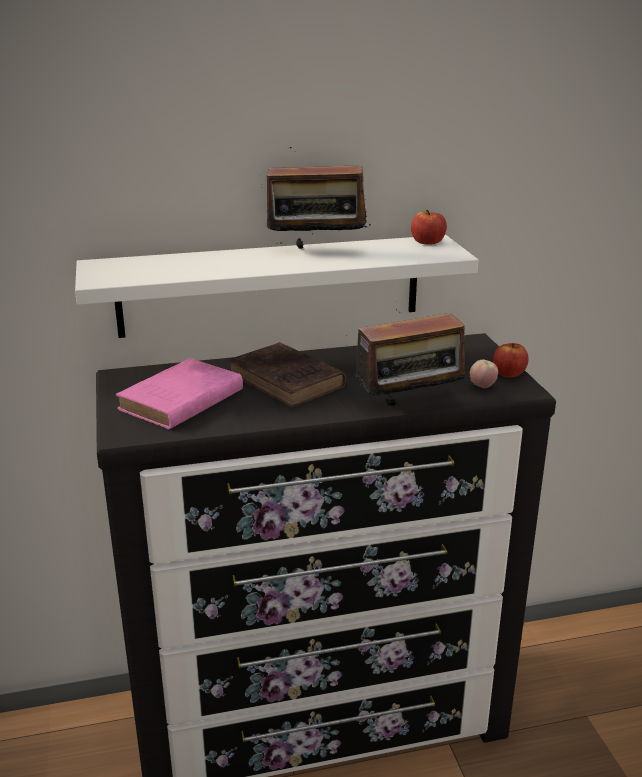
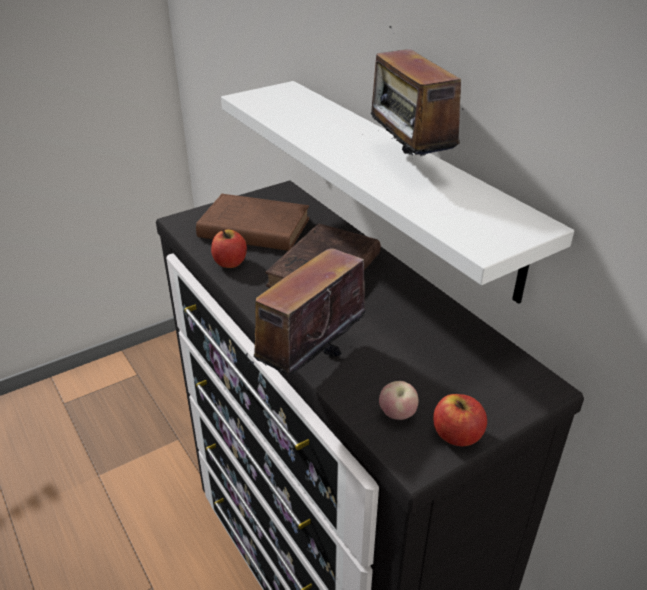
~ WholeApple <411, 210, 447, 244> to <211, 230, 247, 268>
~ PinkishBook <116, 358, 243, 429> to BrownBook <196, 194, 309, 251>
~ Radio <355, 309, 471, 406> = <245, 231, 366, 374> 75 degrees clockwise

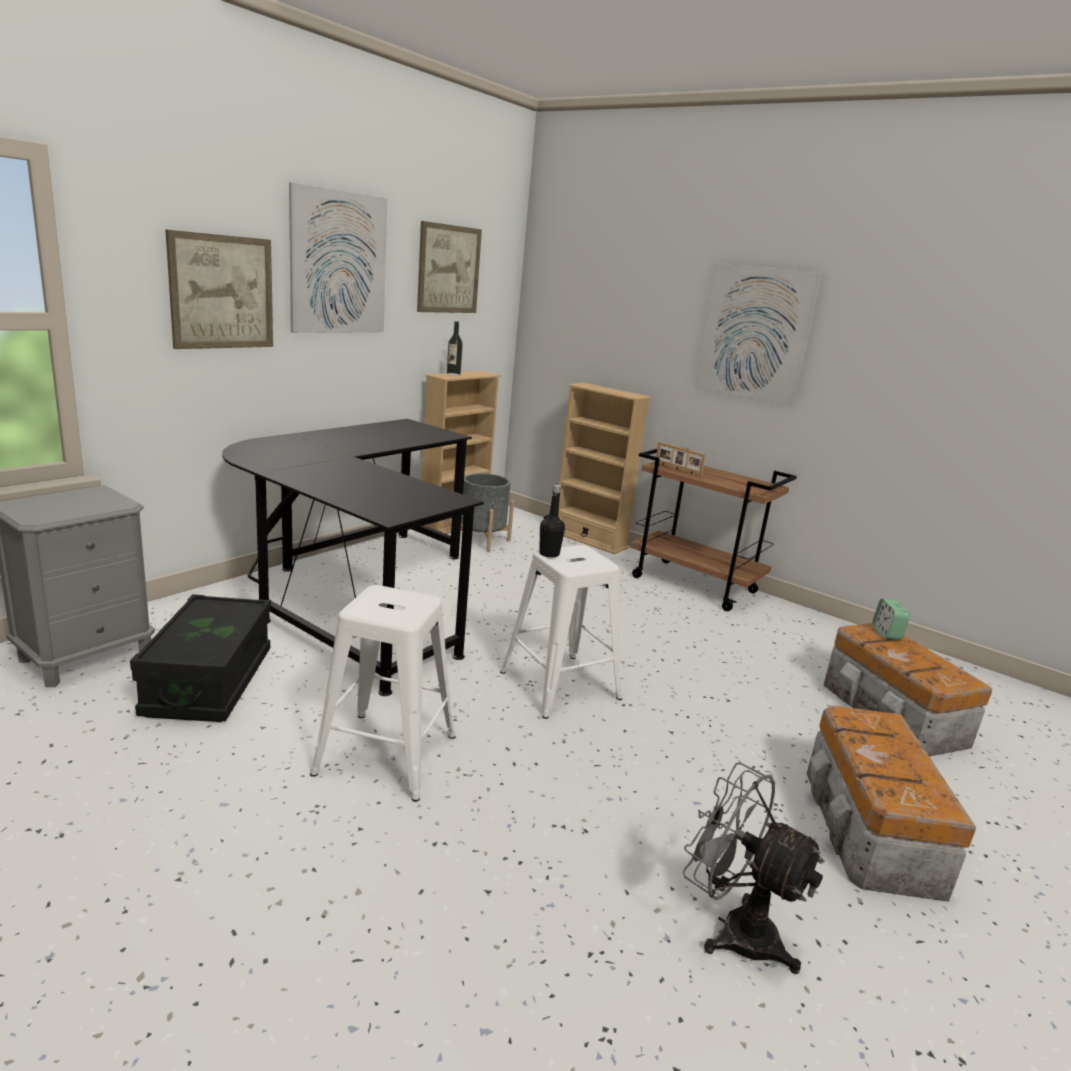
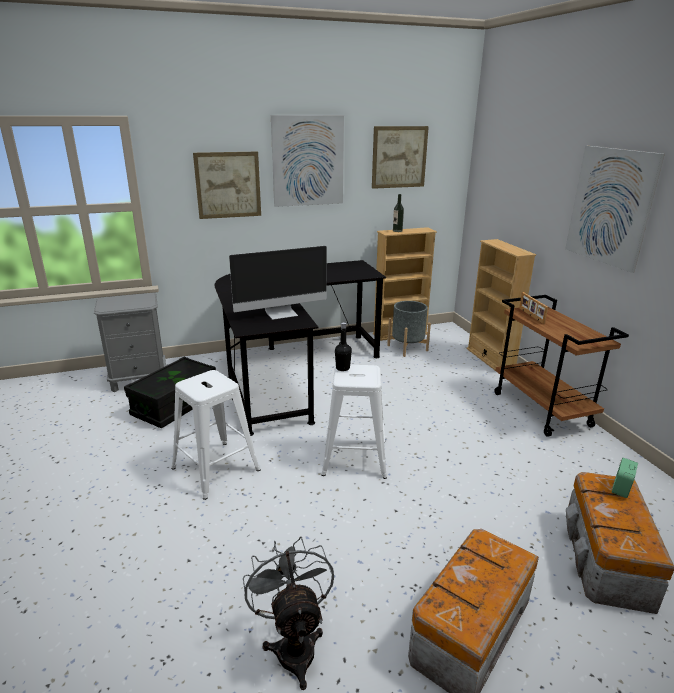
+ Monitor <229, 246, 327, 320>

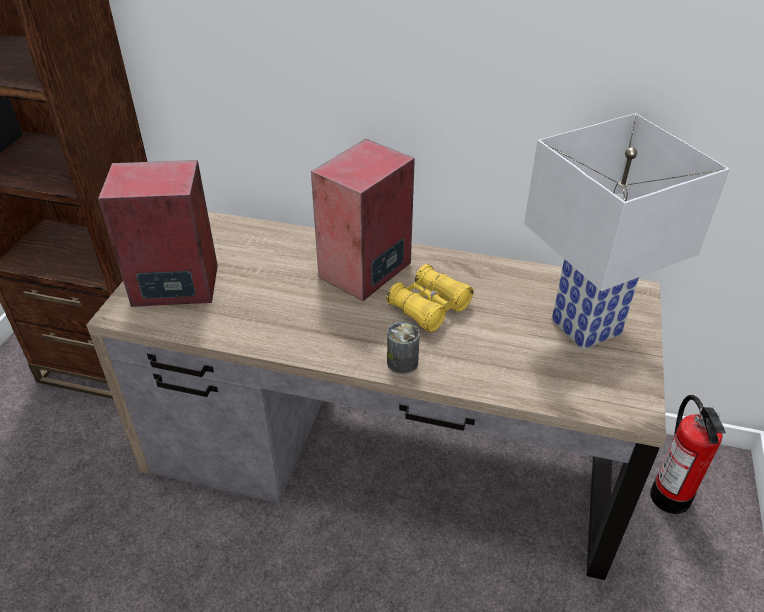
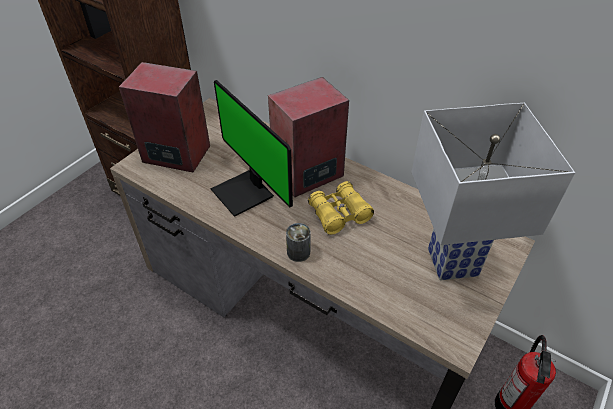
+ Monitor <211, 80, 293, 217>

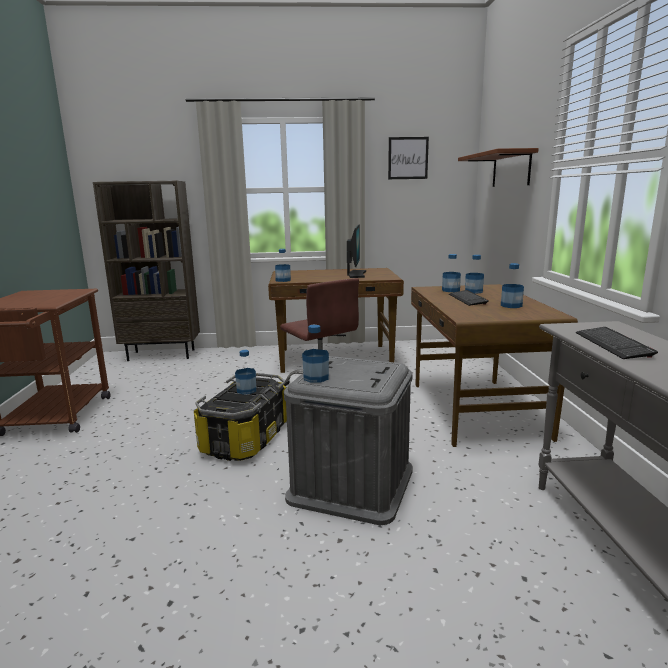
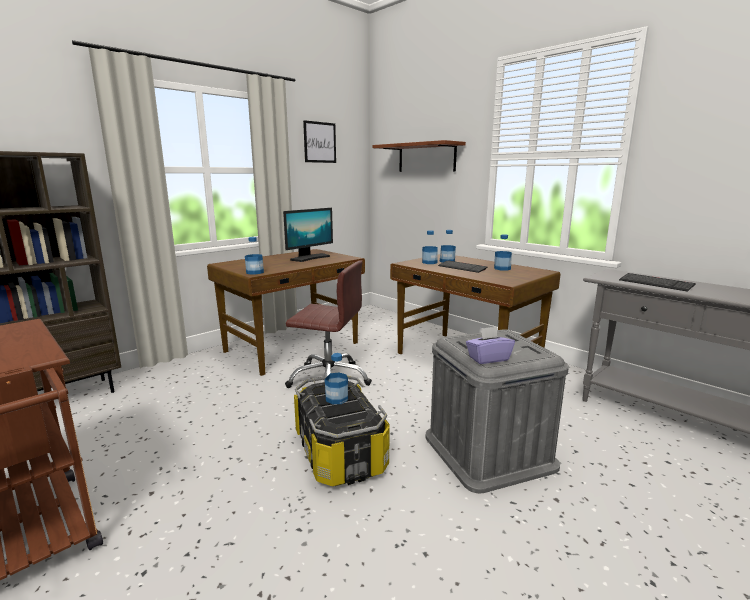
~ DrinkBottle <302, 325, 329, 383> to PurpleTissueHolder <466, 326, 515, 364>
~ Monitor <347, 224, 366, 278> = <283, 208, 333, 262> 75 degrees clockwise

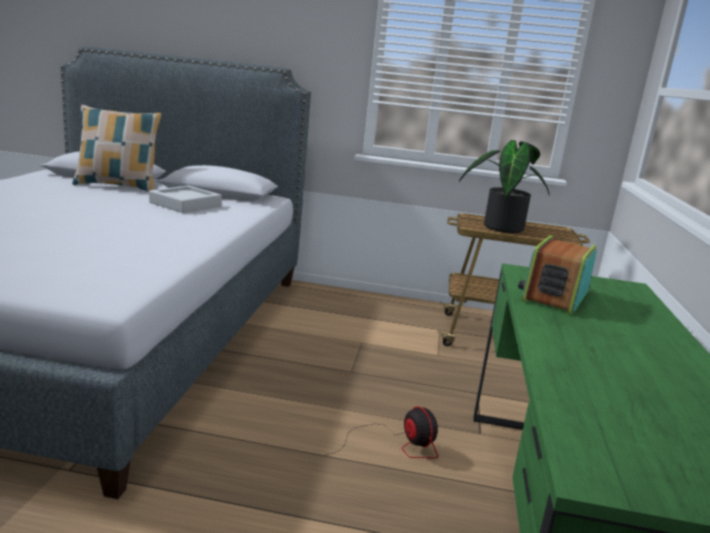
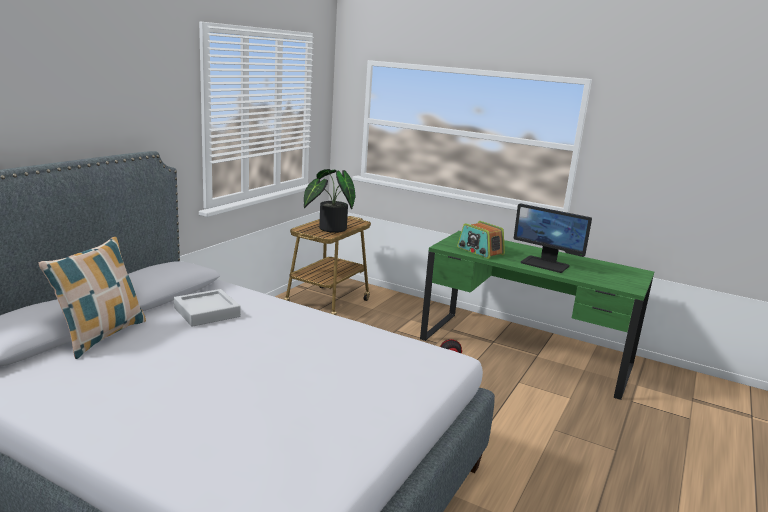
+ Monitor <514, 203, 592, 273>

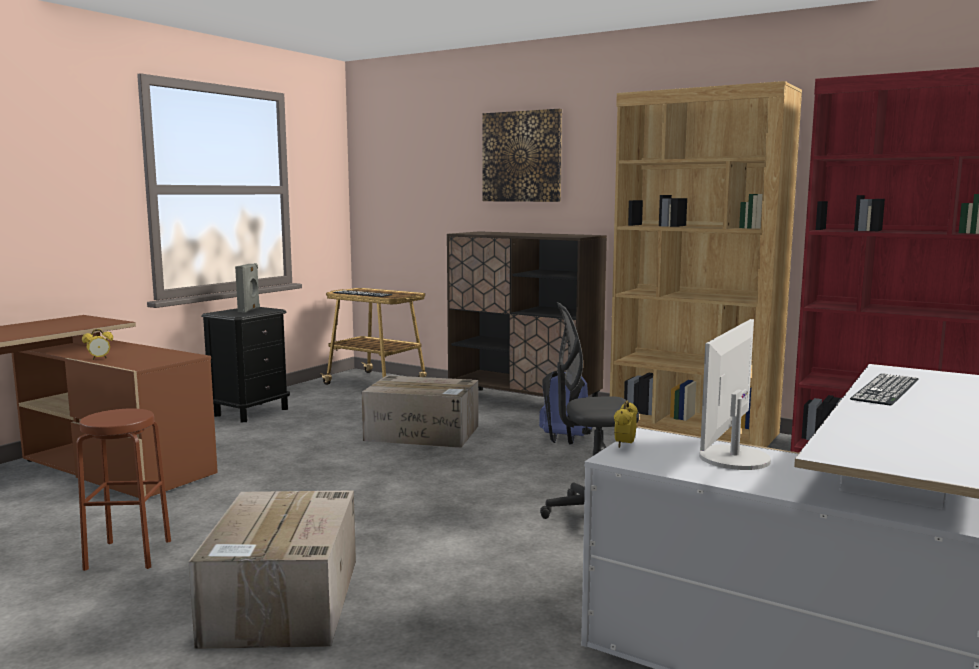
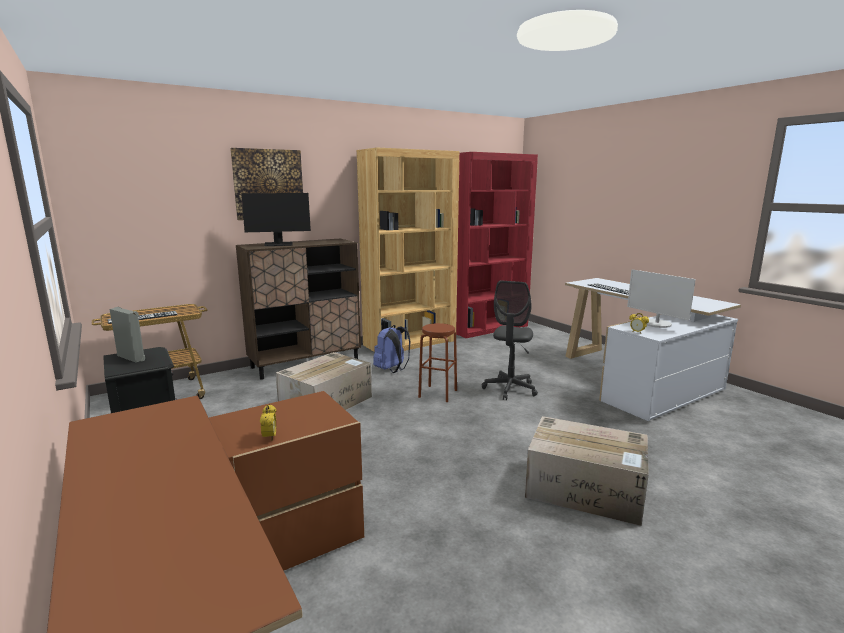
+ Monitor <241, 193, 311, 246>
~ BrownSittingStool <76, 408, 171, 571> to <418, 323, 457, 402>

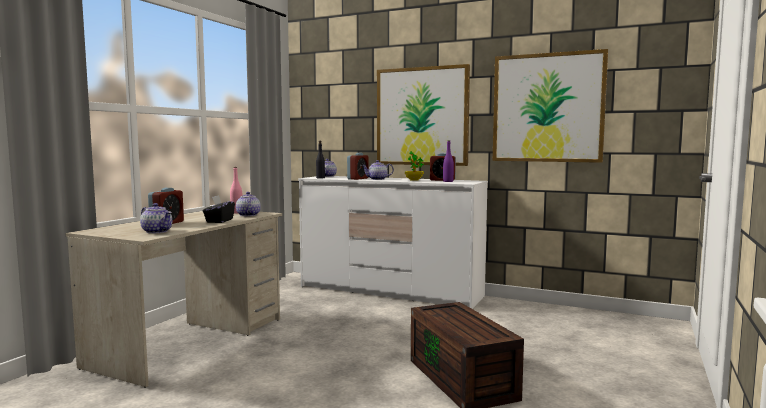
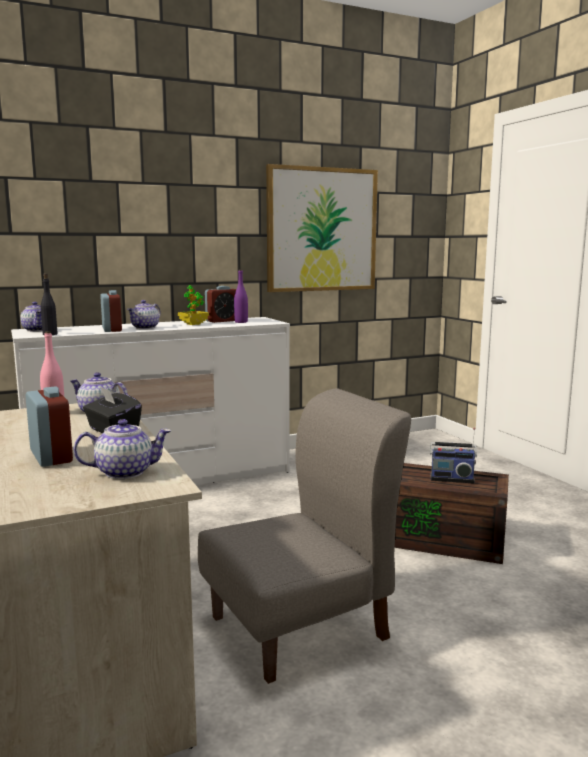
- WallPicture <377, 64, 470, 166>
+ GreyishChair <198, 388, 411, 684>
+ Radio <430, 428, 477, 484>

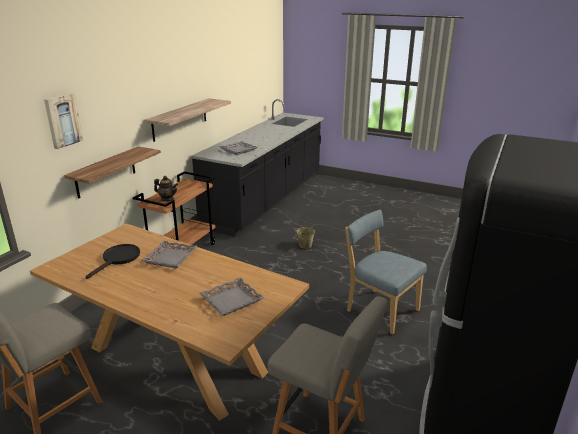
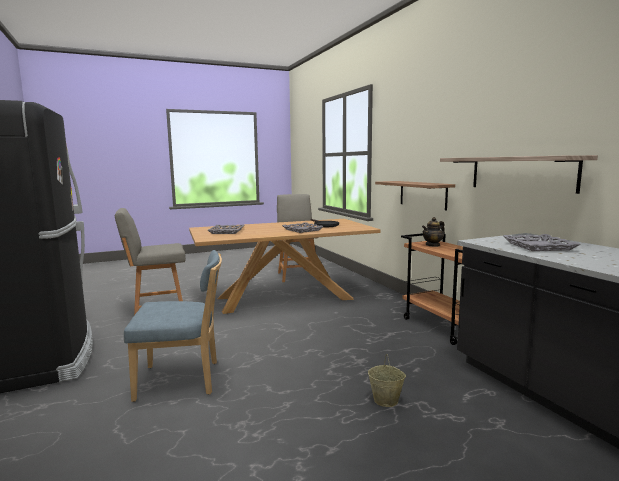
- WallPicture <44, 93, 83, 149>

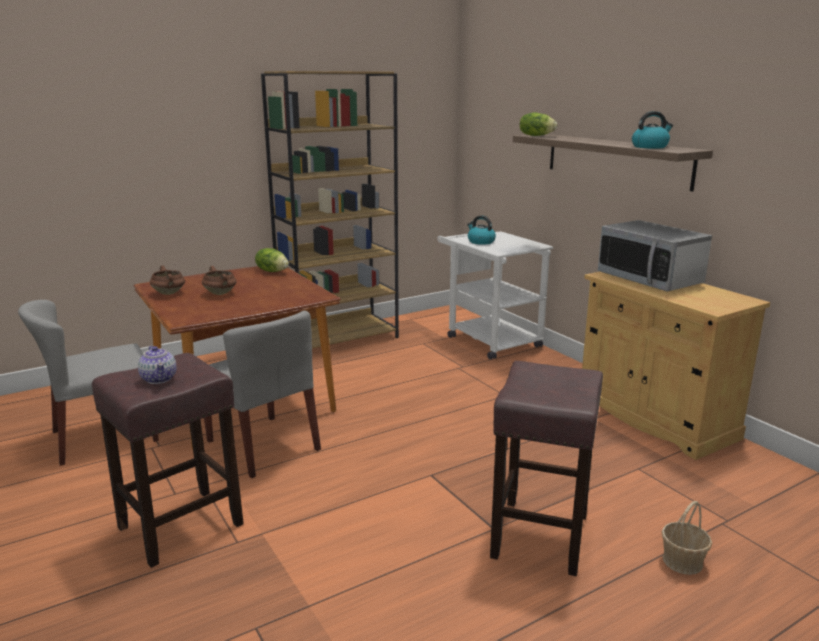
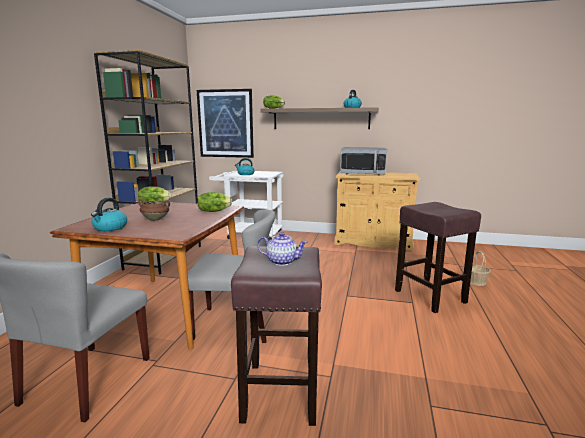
+ WallPicture <197, 89, 254, 158>
+ HeadOfLettuce <197, 192, 232, 212>
~ BrownSaucepot <150, 266, 185, 295> to WaterKettle <91, 198, 127, 231>

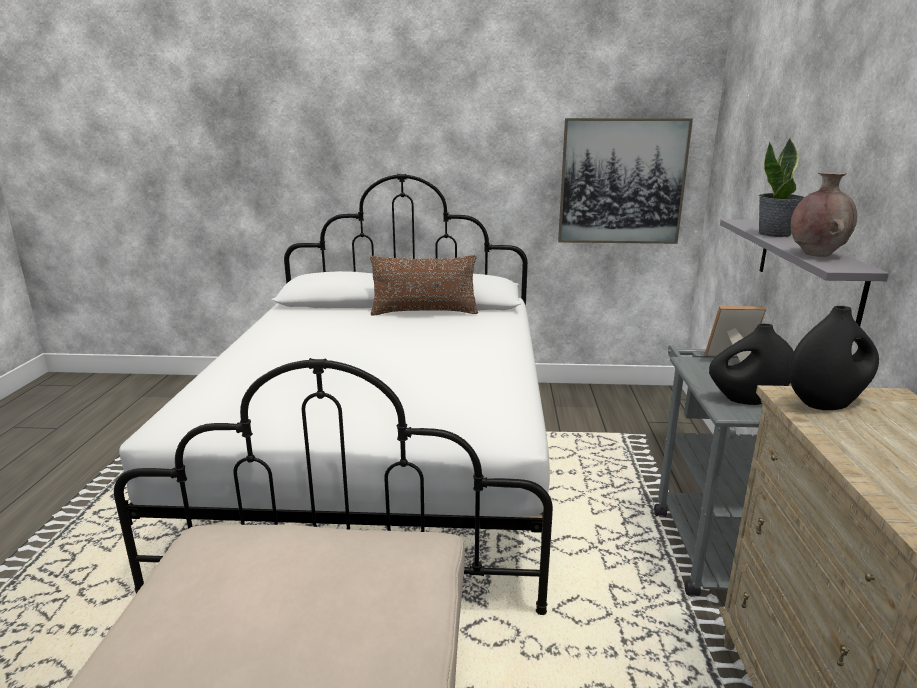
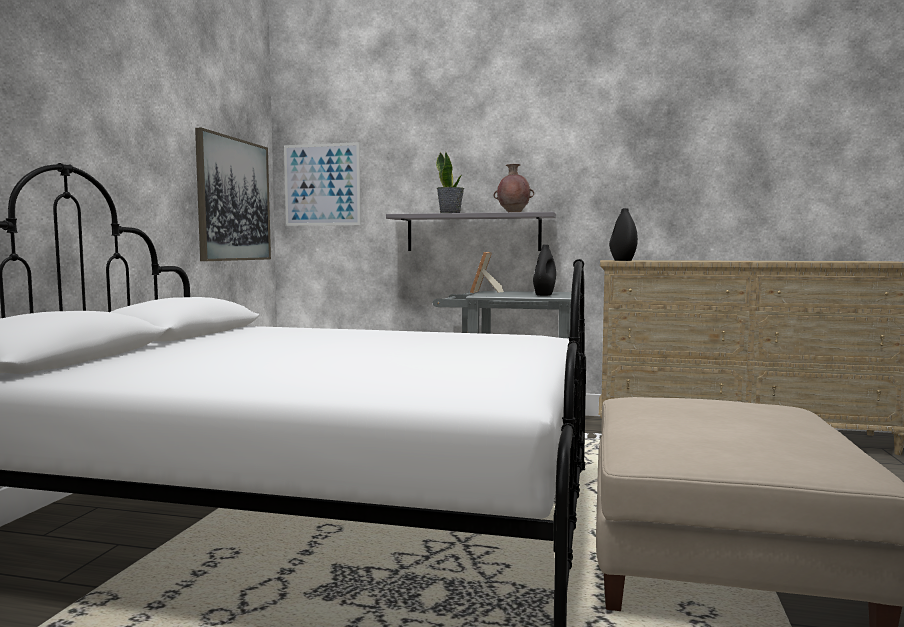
- BrownPillow <370, 255, 478, 316>
+ WallPicture <284, 142, 361, 226>

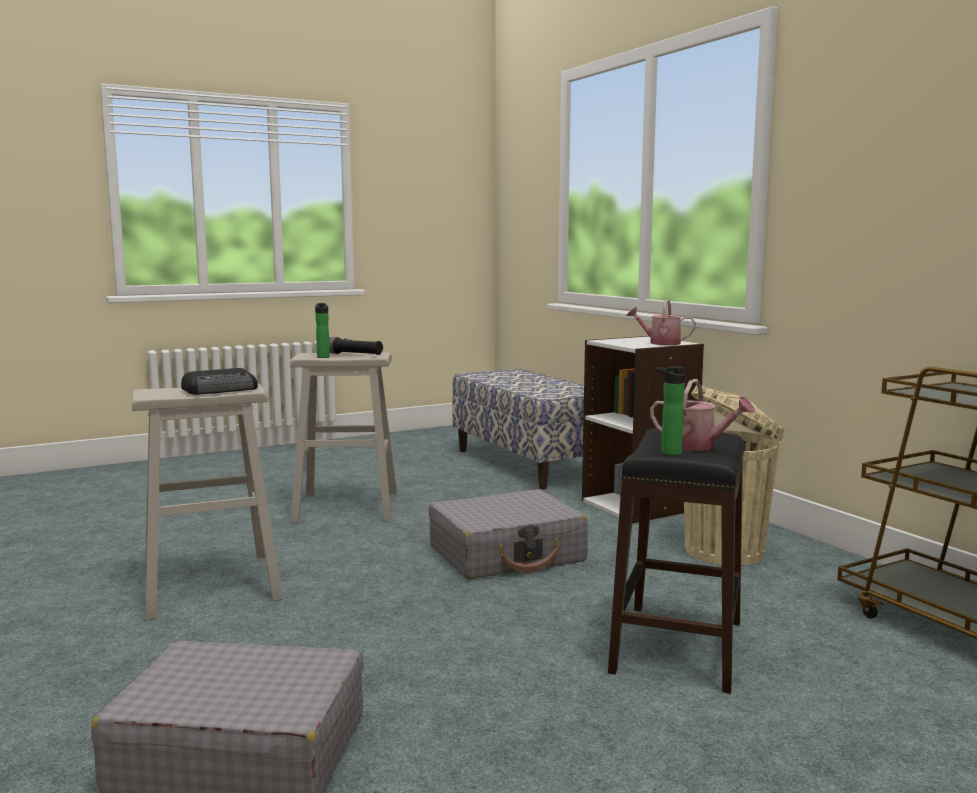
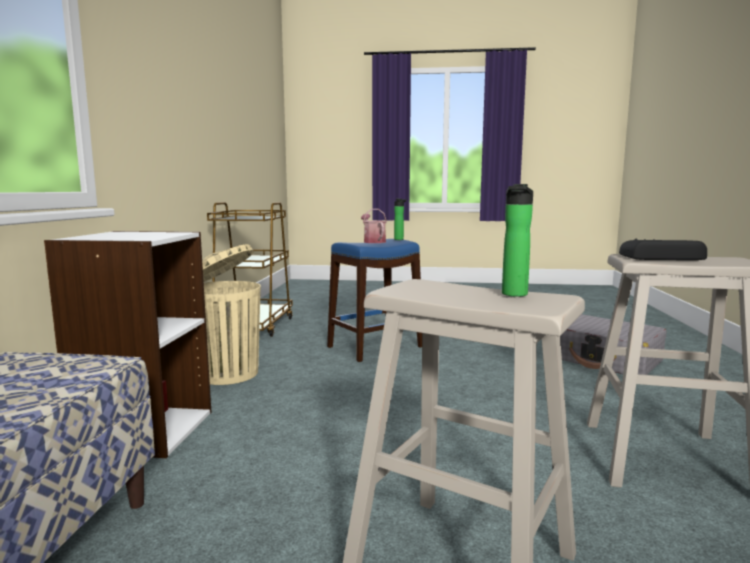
- BlackishHandTorch <329, 337, 383, 355>
- GreyishSuitcase <429, 489, 588, 579>
- SprinklingCan <627, 300, 696, 345>
~ BlackishSittingStool <608, 428, 744, 693> to BlueSittingStool <327, 239, 422, 362>

